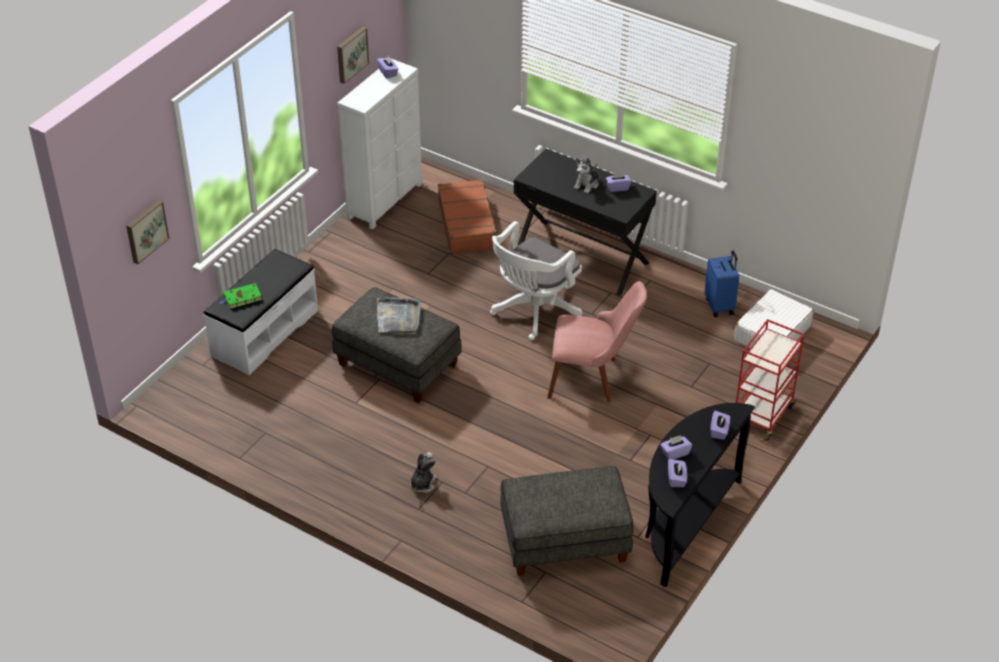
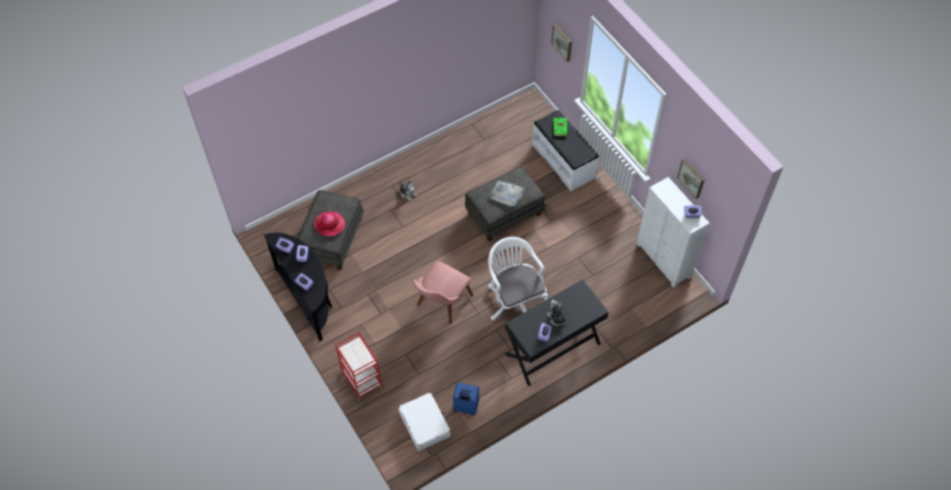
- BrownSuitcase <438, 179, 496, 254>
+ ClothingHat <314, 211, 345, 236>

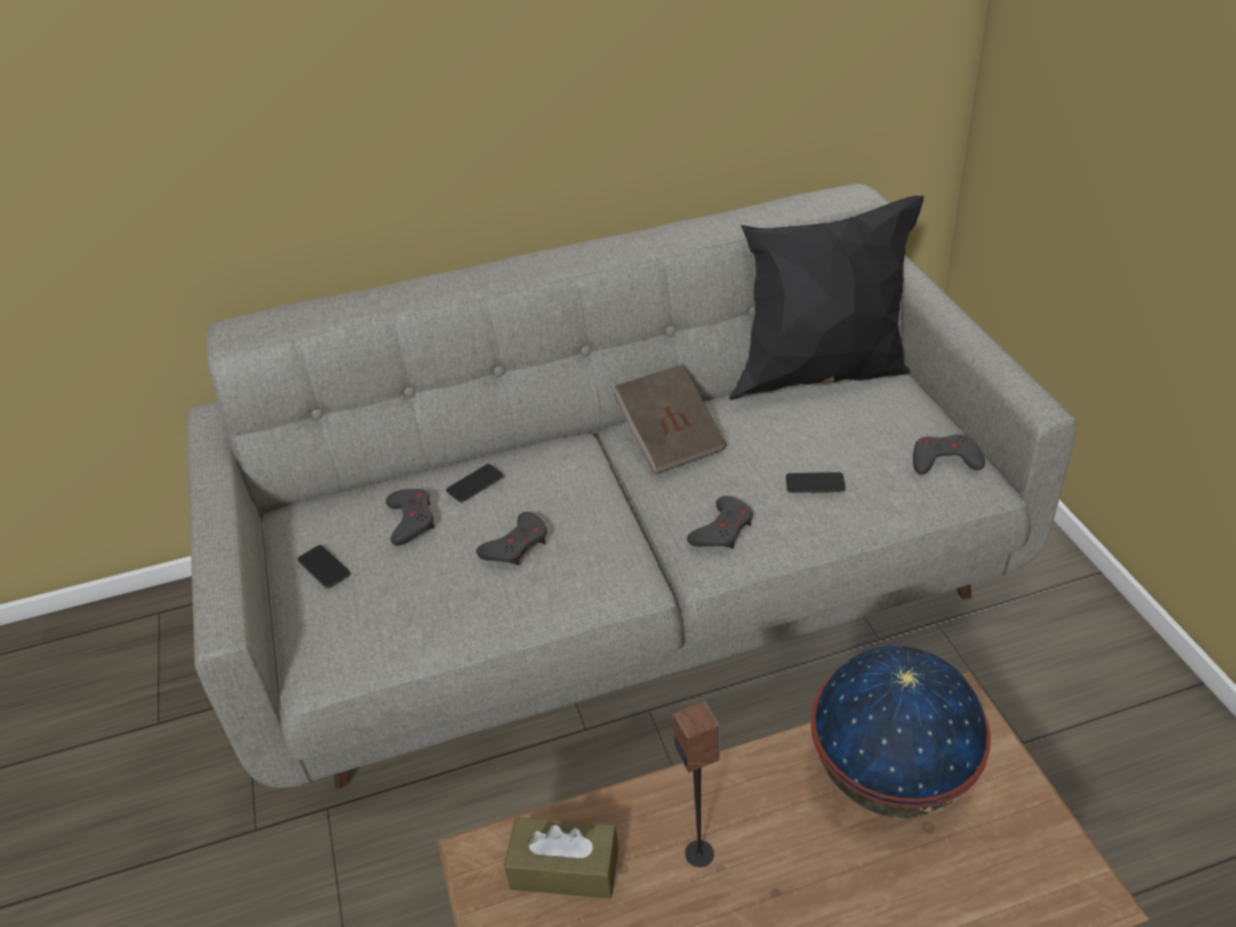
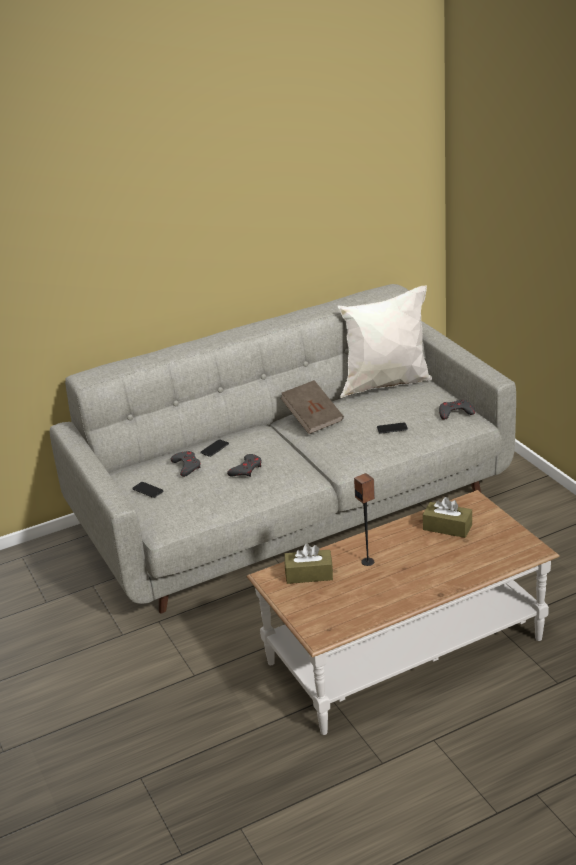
- GreyishGameController <687, 496, 753, 549>
~ WorldGlobe <811, 646, 991, 818> to BrownTissueHolder <423, 497, 472, 538>
~ BlackishPillow <729, 196, 924, 400> to WhitePillow <337, 285, 432, 398>

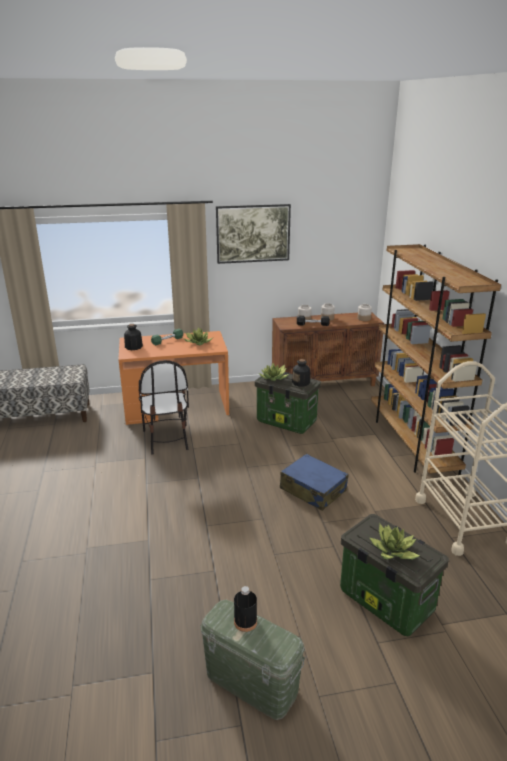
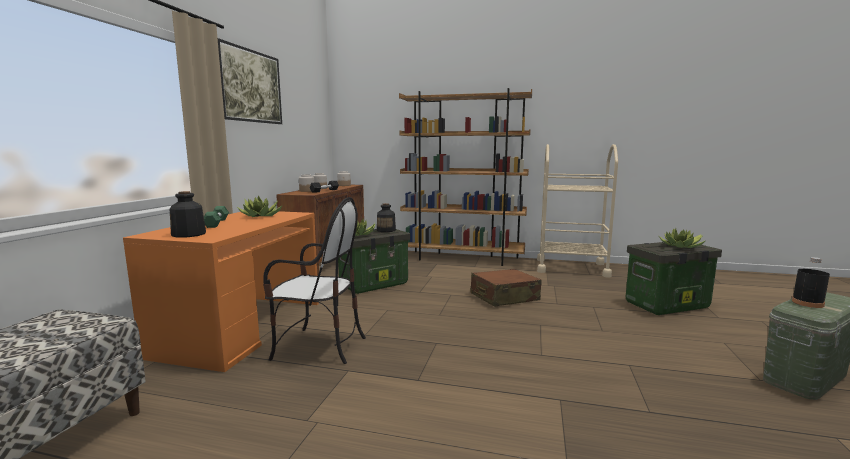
~ BlueSuitcase <280, 454, 349, 511> to BrownSuitcase <471, 269, 542, 307>

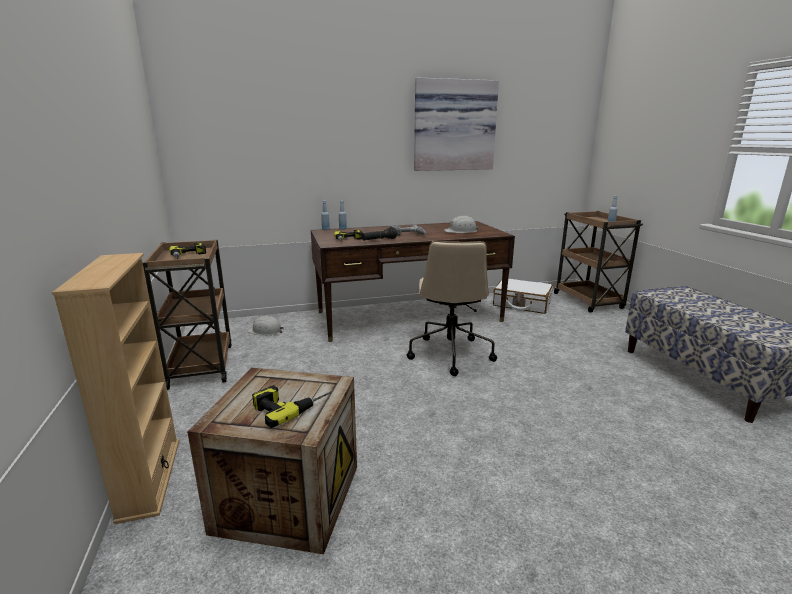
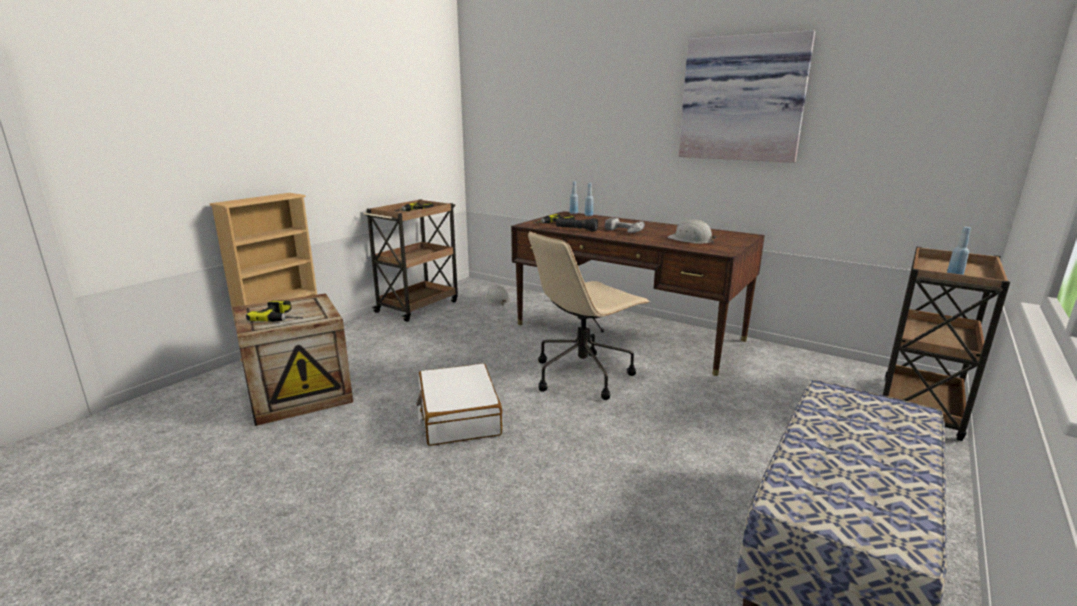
~ WhiteSuitcase <493, 279, 553, 314> to <417, 363, 502, 446>

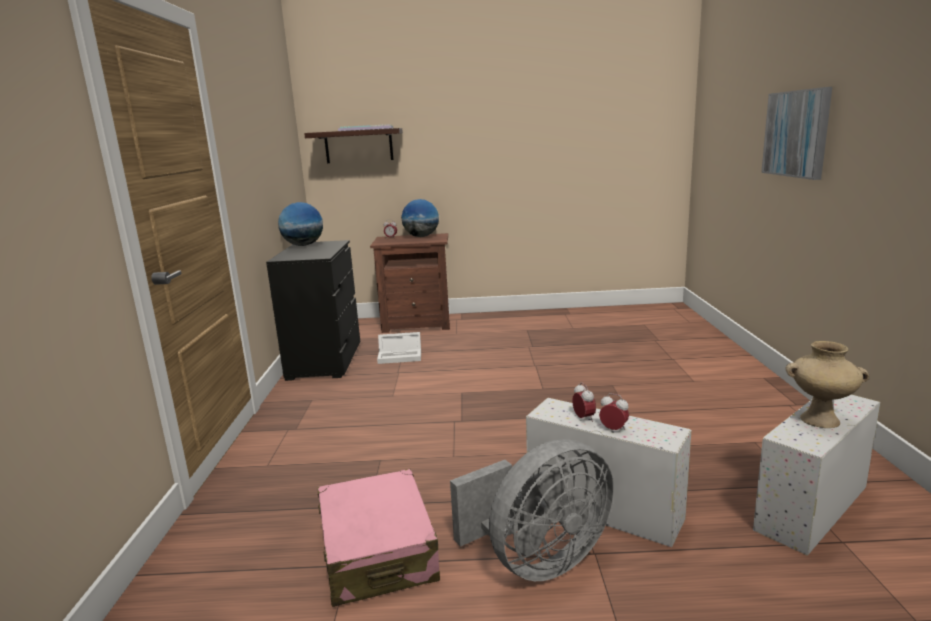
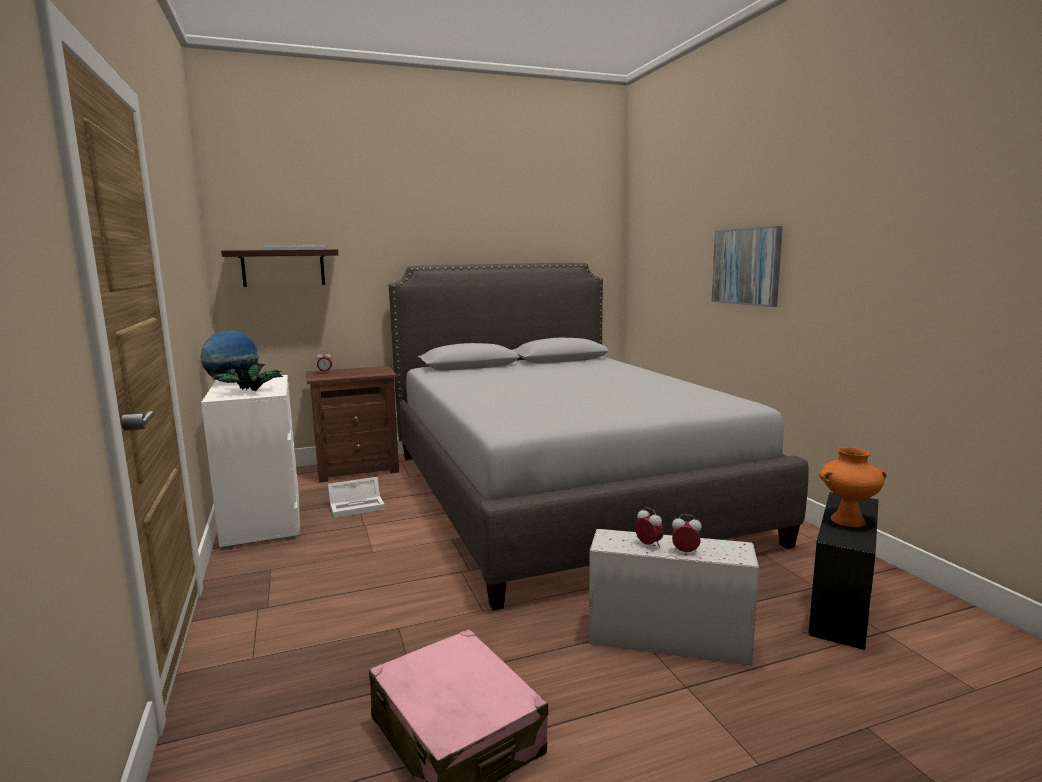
- WorldGlobe <401, 199, 439, 237>
- GreyishFan <450, 439, 614, 581>
+ PottedPlant <211, 363, 283, 391>
+ GreyishSleepingBed <389, 263, 809, 610>
~ BlackishDresser <266, 240, 360, 381> to WhiteDresser <201, 375, 300, 550>
~ WhiteStorageBin <753, 394, 880, 556> to BlackishStorageBin <809, 492, 879, 650>
~ SandColouredFlowerVase <785, 341, 869, 428> to OrangeyFlowerVase <819, 447, 887, 527>

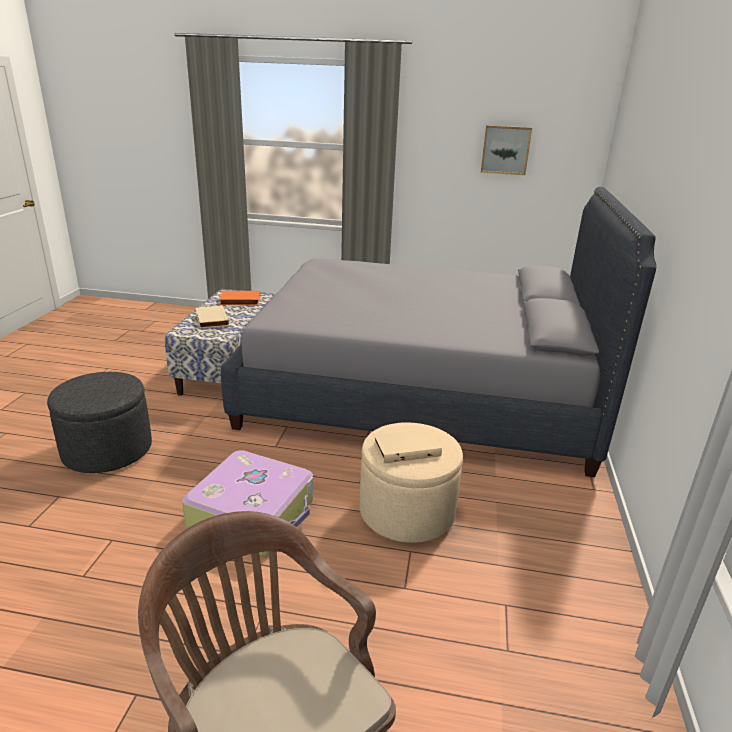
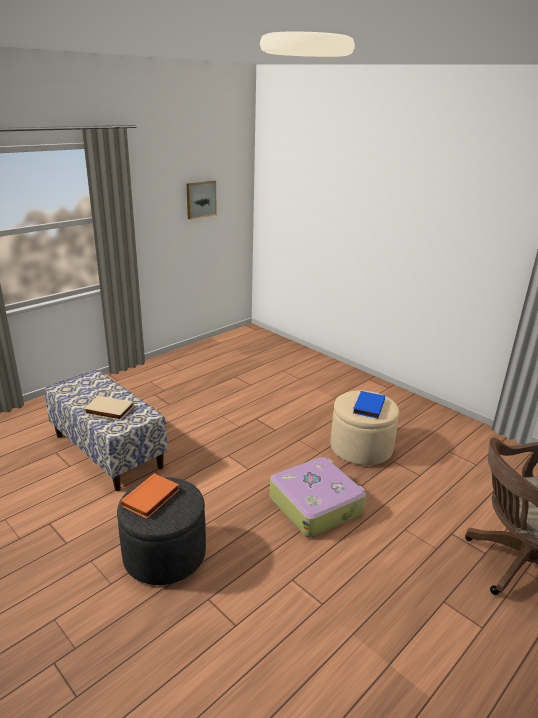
- GreyishSleepingBed <221, 187, 656, 477>
~ OrangeyBook <219, 291, 260, 305> to <121, 473, 179, 519>
~ SandColouredBook <373, 427, 442, 463> to BlueBook <353, 391, 385, 419>

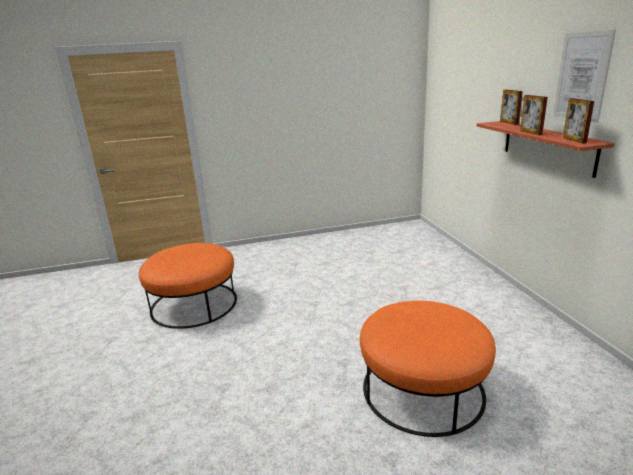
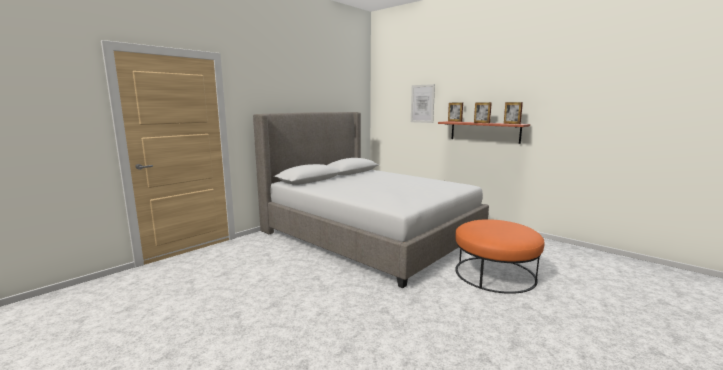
- OrangeyFootrest <139, 243, 237, 329>
+ SleepingBed <253, 112, 489, 288>
~ WallPicture <553, 30, 616, 123> to <411, 84, 435, 123>

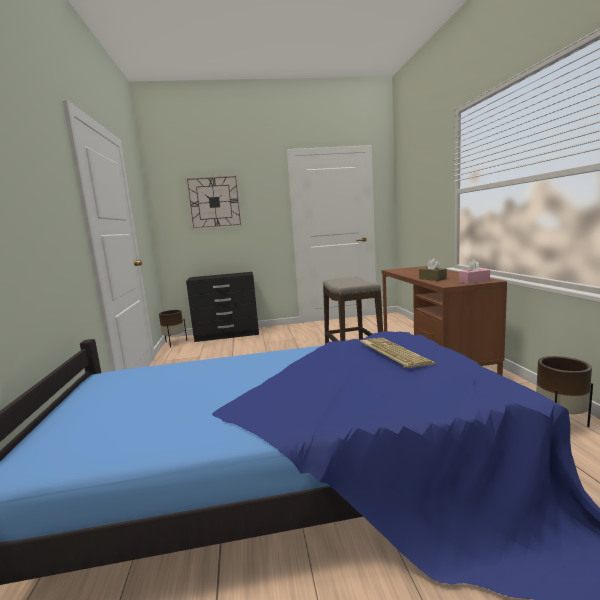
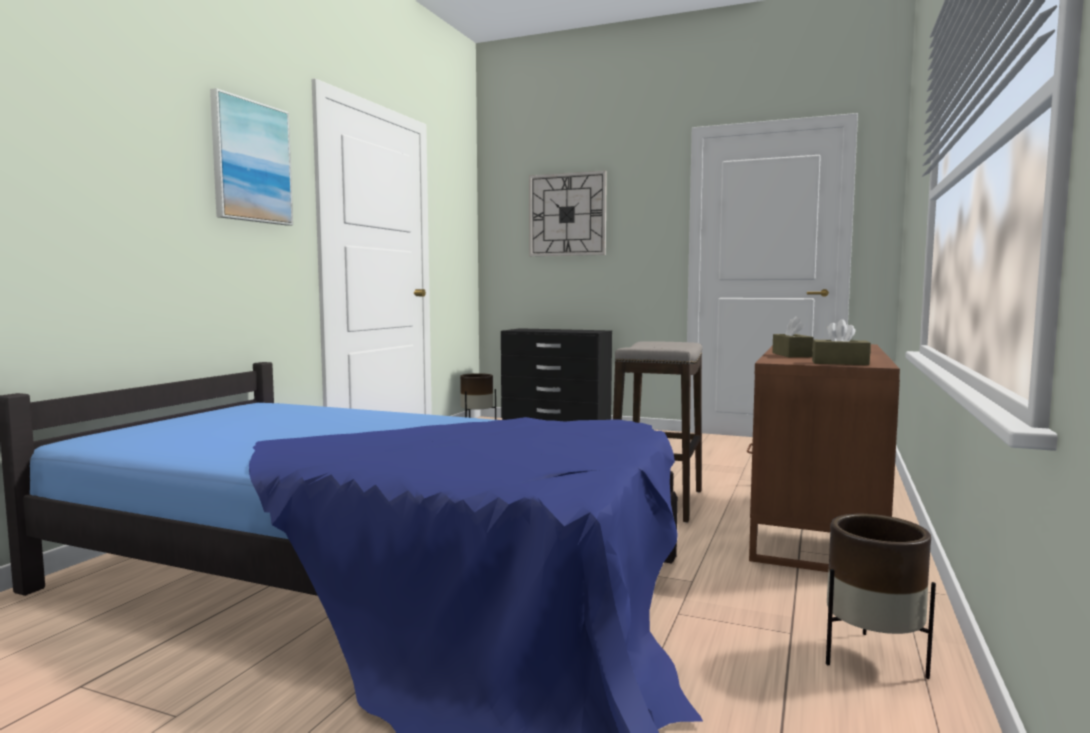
- Keyboard <360, 338, 436, 368>
+ WallPicture <210, 88, 293, 226>
~ PinkishTissueHolder <459, 259, 490, 284> to BrownTissueHolder <812, 319, 871, 365>

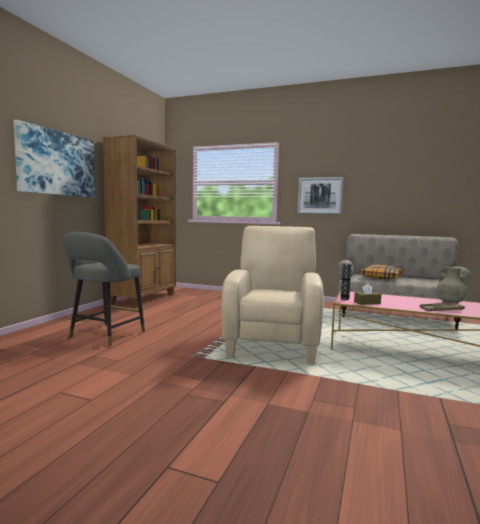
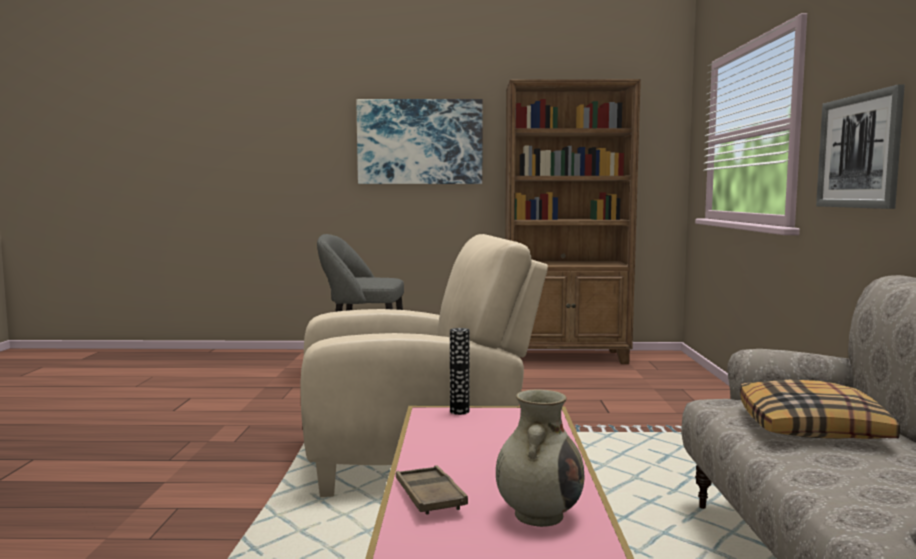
- BrownTissueHolder <354, 284, 381, 305>

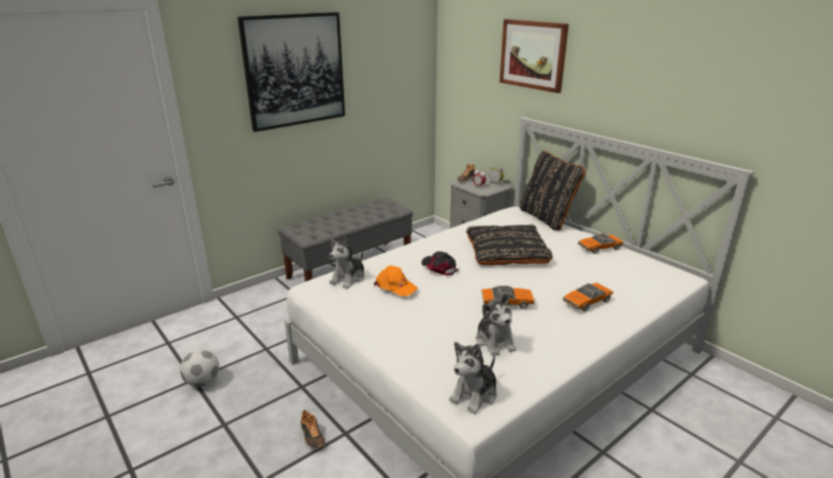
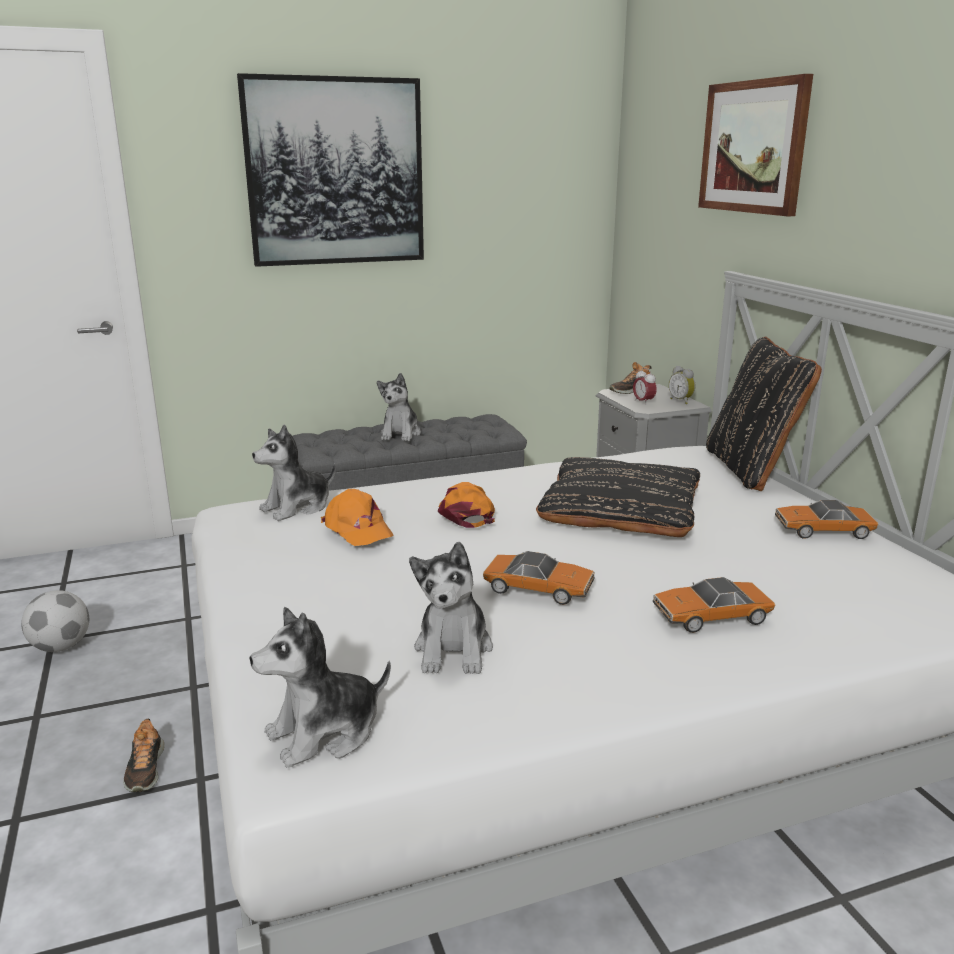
+ SoftToy <377, 373, 421, 441>
~ BlackishPeakedCap <421, 251, 459, 276> to OrangeyPeakedCap <438, 482, 495, 528>

